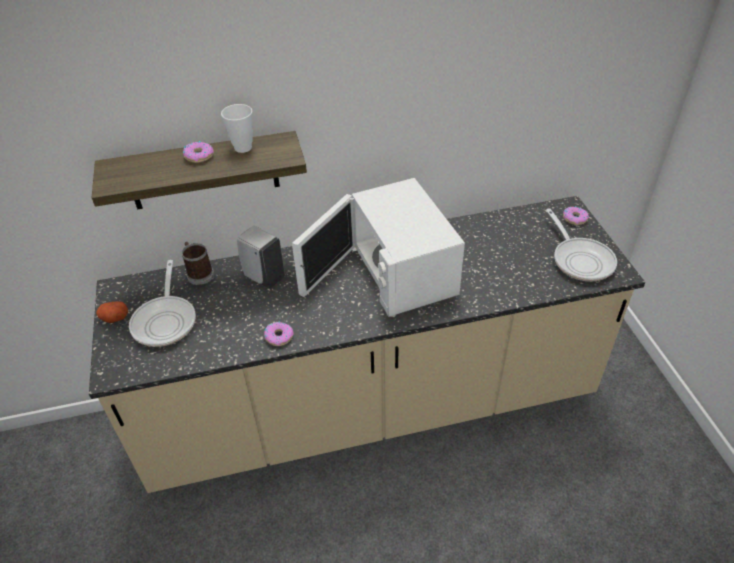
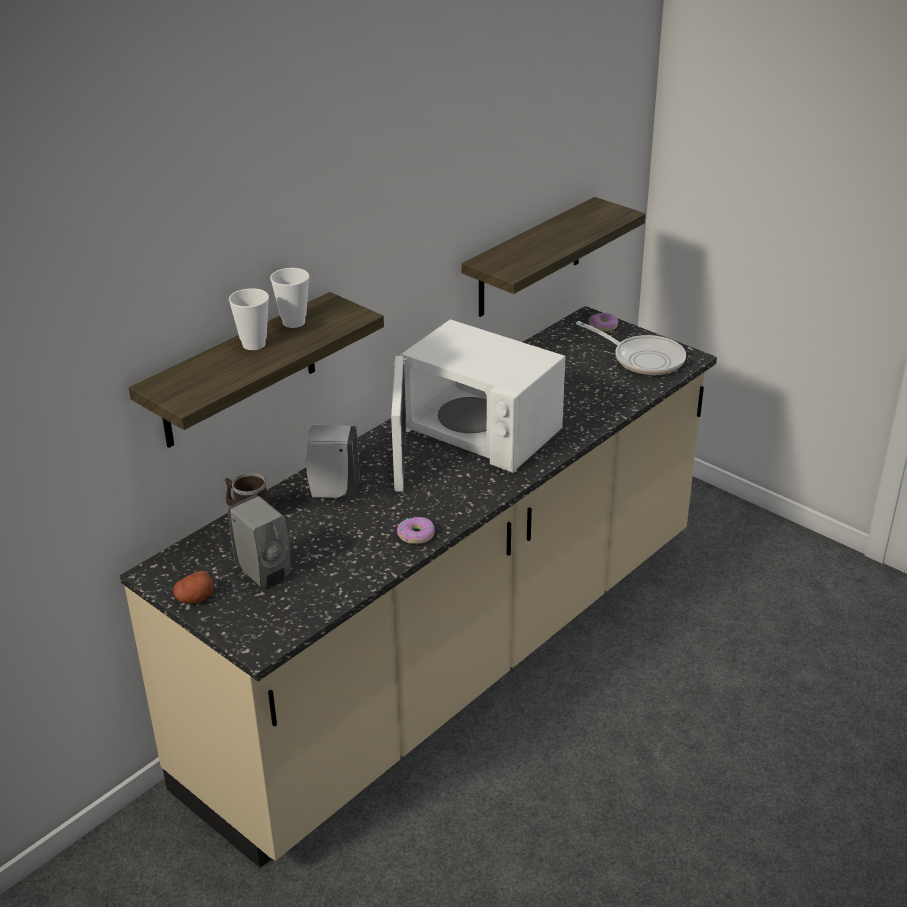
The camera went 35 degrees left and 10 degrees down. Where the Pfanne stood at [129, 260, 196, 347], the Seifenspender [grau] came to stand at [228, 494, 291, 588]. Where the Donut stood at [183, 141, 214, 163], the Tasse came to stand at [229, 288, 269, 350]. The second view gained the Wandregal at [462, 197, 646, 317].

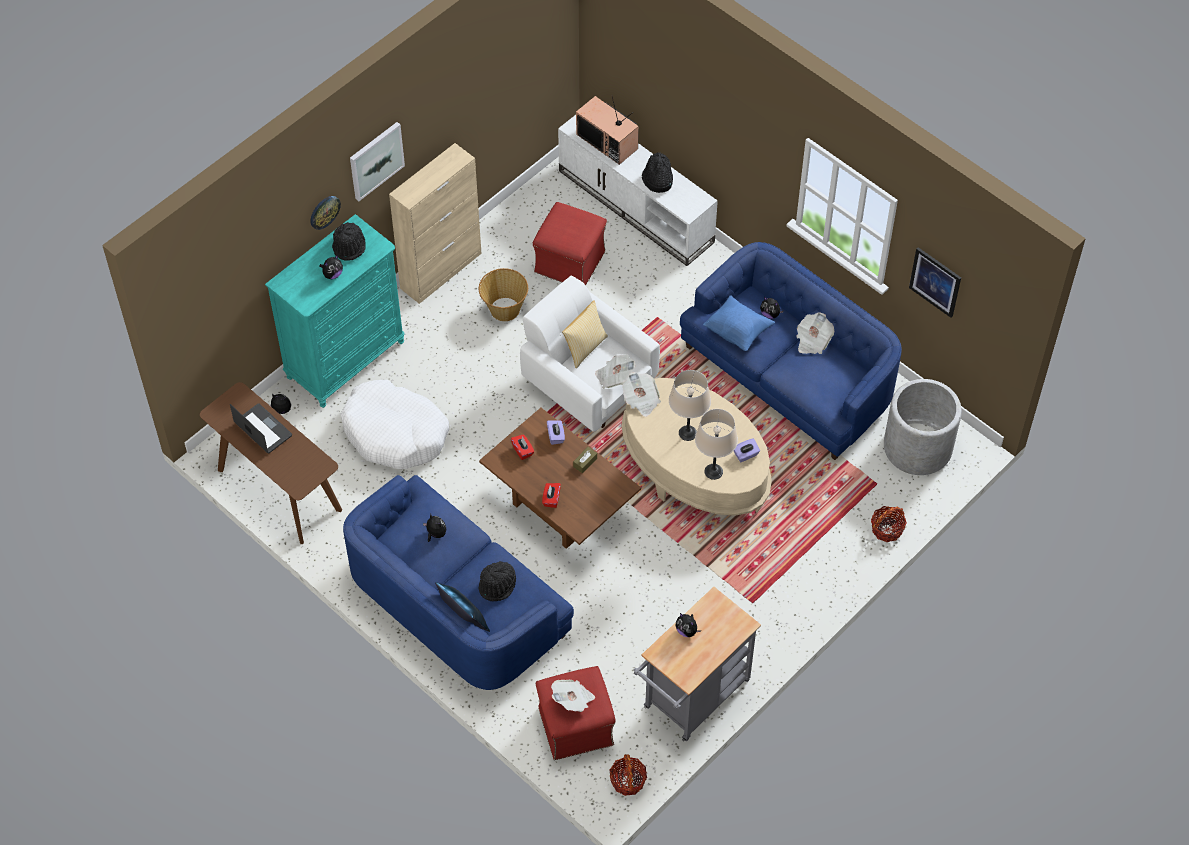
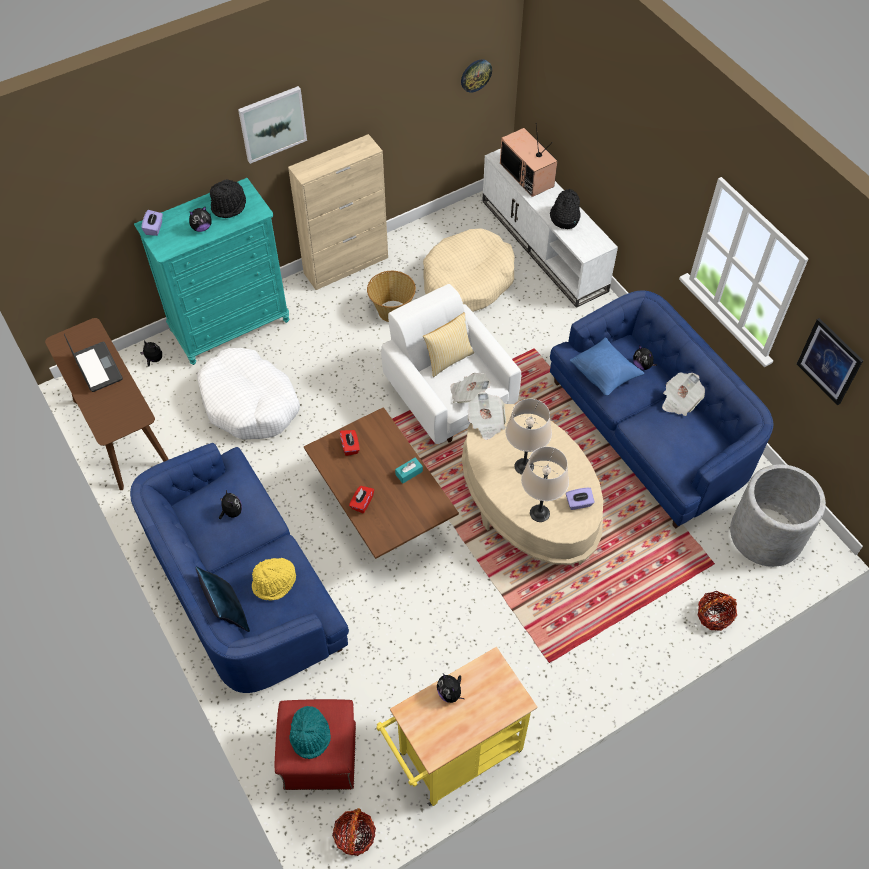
The camera went 15 degrees right and 0 degrees up. The Taschentuchbox [lila] ended up elsewhere, having gone from [547, 420, 565, 445] to [142, 210, 163, 236]. What was the Hut [schwarz] at [478, 561, 516, 601] turned into the Hut [gelb] at [252, 558, 296, 601]. Where the Zeitung stood at [551, 680, 595, 712], the Hut [türkis] came to stand at [289, 706, 331, 759]. What was the Rollwagen [grau] at [633, 587, 761, 741] turned into the Rollwagen [gelb] at [376, 647, 538, 806]. What was the Taschentuchbox [braun] at [573, 447, 597, 473] turned into the Taschentuchbox [türkis] at [395, 457, 423, 484]. Where the Polsterhocker [rot] stood at [533, 202, 607, 285], the Hundebett [beige] came to stand at [423, 228, 515, 312]. The Wanduhr ended up elsewhere, having gone from [310, 196, 341, 230] to [461, 59, 492, 92].

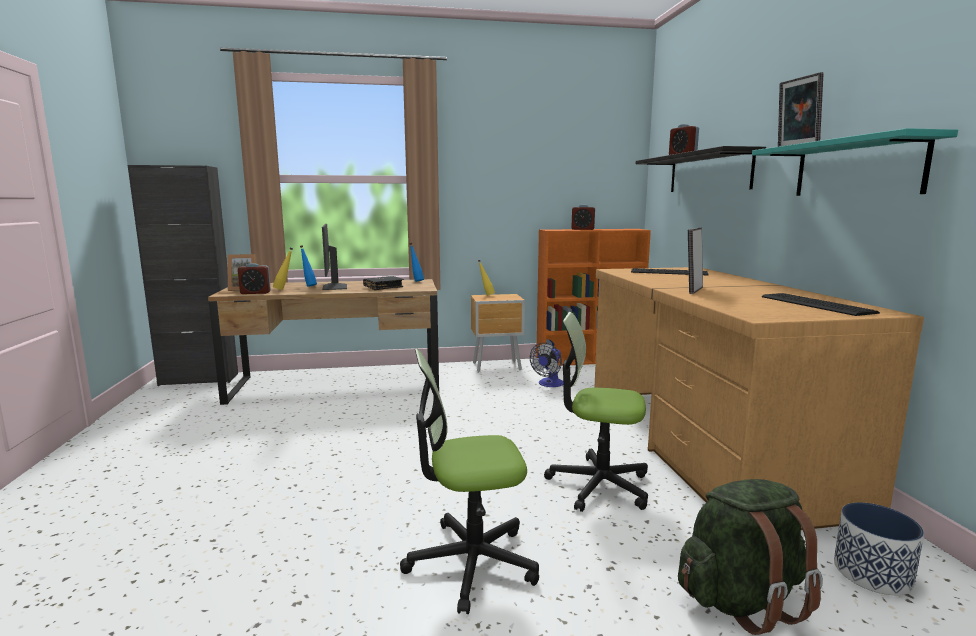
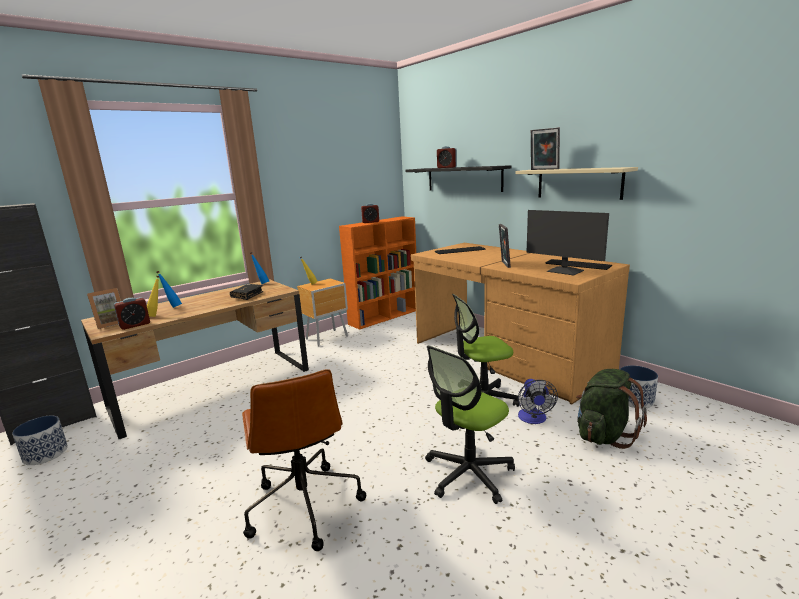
The camera went 30 degrees left and 5 degrees up. The second view gained the Pflanzkübel at [12, 416, 68, 465]. The second view gained the Bürostuhl [braun] at [242, 369, 366, 551]. What was the Wandregal [türkis] at [752, 128, 958, 196] turned into the Wandregal [beige] at [515, 167, 638, 200]. The Ventilator ended up elsewhere, having gone from [530, 343, 563, 387] to [518, 379, 558, 424]. The Monitor ended up elsewhere, having gone from [322, 224, 347, 290] to [526, 210, 609, 275].

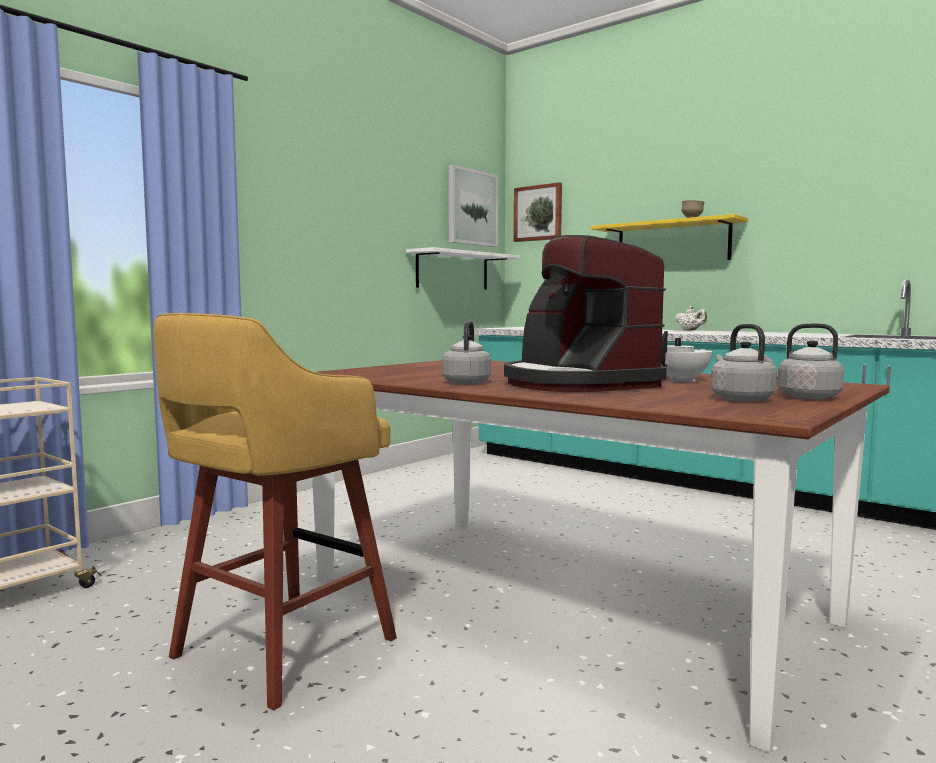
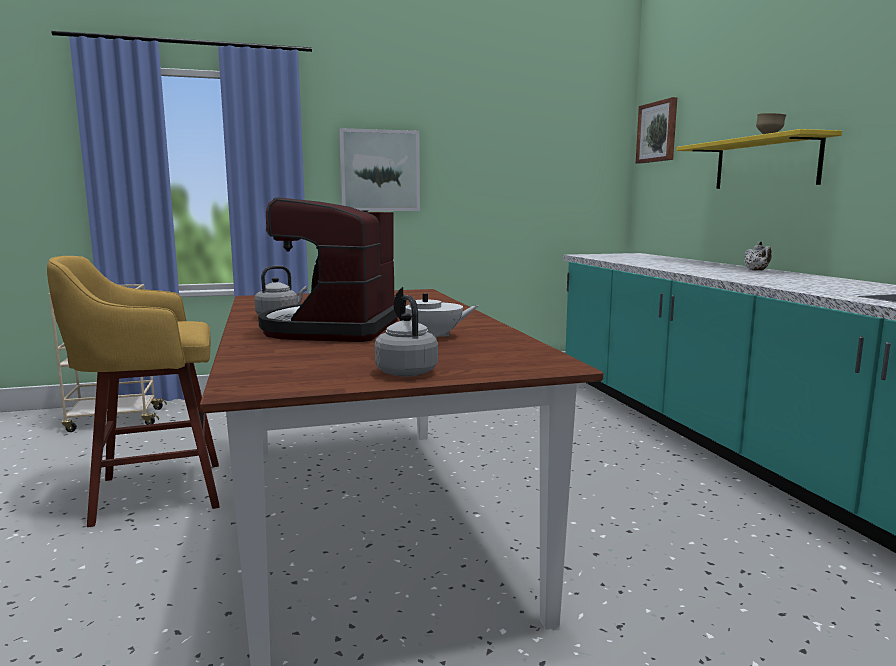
The camera went 35 degrees right and 5 degrees up. The Bild ended up elsewhere, having gone from [449, 165, 499, 247] to [339, 128, 420, 211]. The second view lost the Wandregal [weiß] at [406, 247, 520, 290]. The second view lost the Wasserkessel [grau] at [711, 324, 777, 402].

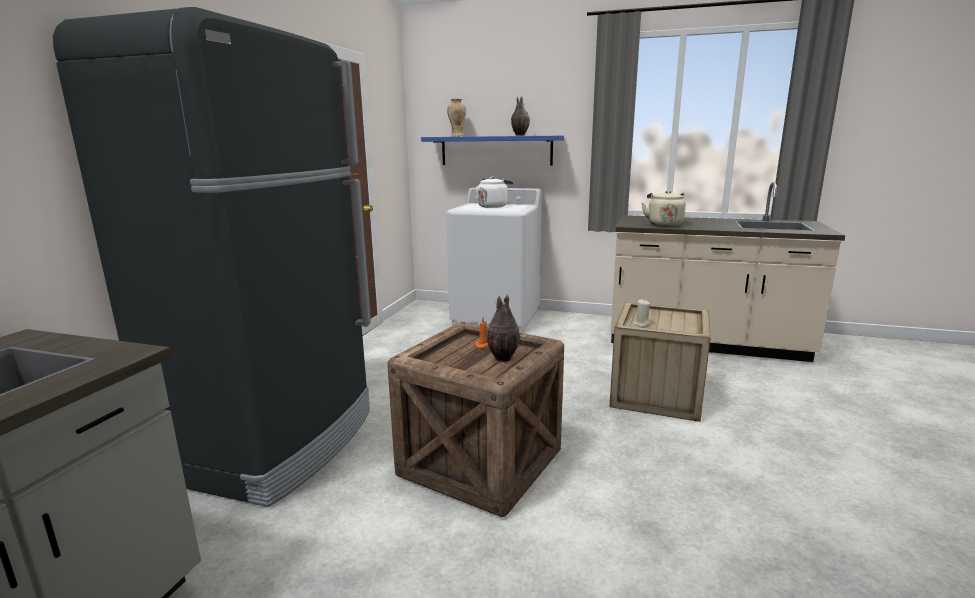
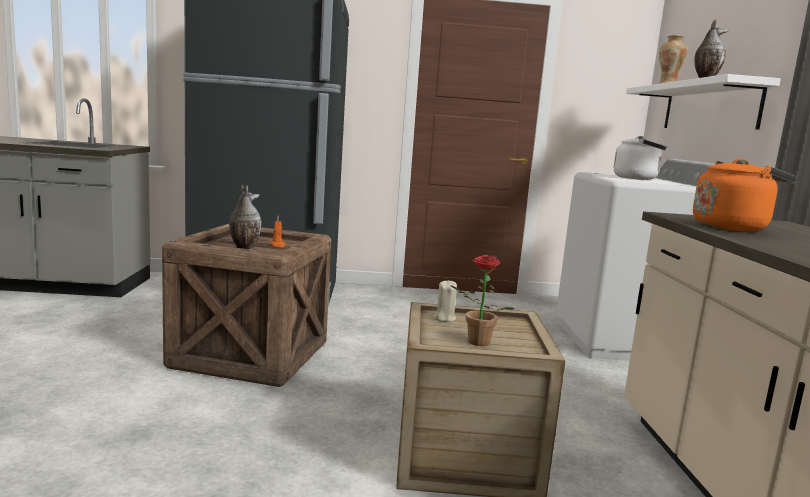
The camera went 70 degrees right and 5 degrees down. The second view gained the Topfpflanze at [450, 255, 514, 346]. What was the Wandregal [blau] at [421, 136, 564, 166] turned into the Wandregal [weiß] at [626, 74, 781, 130]. What was the Wasserkessel [beige] at [642, 190, 686, 226] turned into the Wasserkessel [orange] at [693, 158, 797, 232].

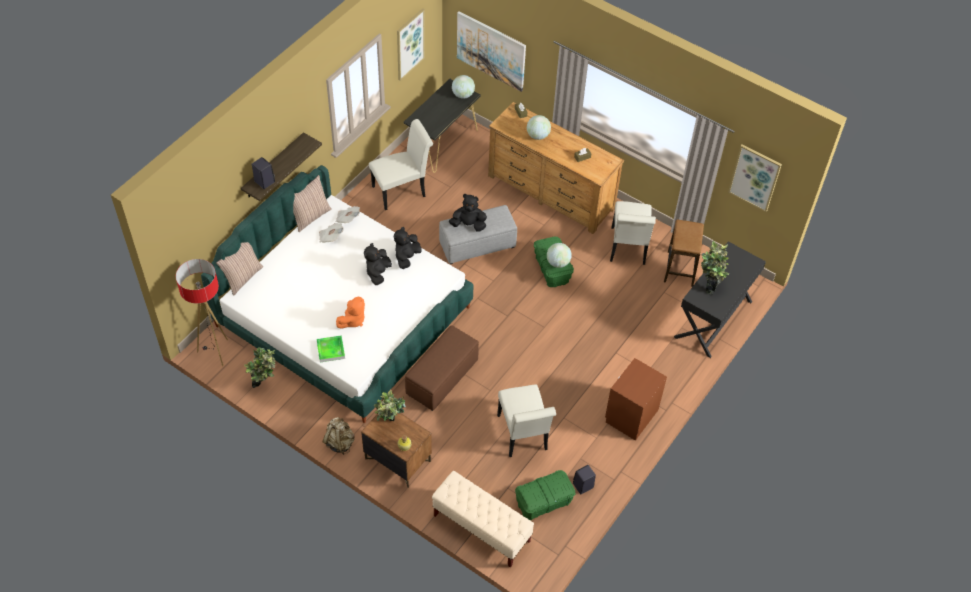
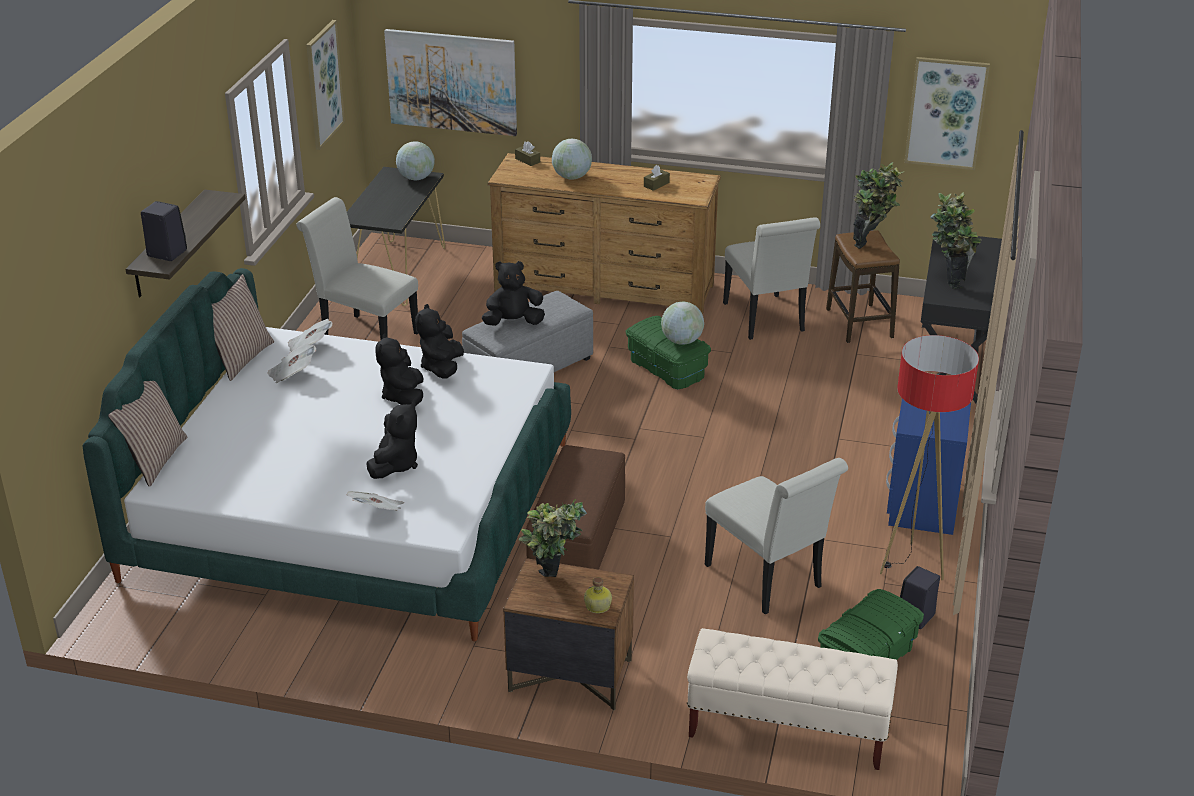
The camera went 20 degrees left and 20 degrees down. The Stuhl [weiß] at [369, 119, 433, 210] ended up facing another way, 105 degrees counterclockwise from before. Where the Tablett stood at [317, 335, 345, 362], the Zeitung came to stand at [346, 491, 404, 511]. What was the Plüschtier [orange] at [336, 296, 365, 329] turned into the Plüschtier [schwarz] at [366, 401, 418, 479]. The Topfpflanze ended up elsewhere, having gone from [244, 347, 275, 388] to [853, 162, 904, 249]. The Stehlampe ended up elsewhere, having gone from [176, 259, 228, 366] to [880, 335, 979, 580]. What was the Nachttisch [braun] at [605, 358, 667, 441] turned into the Nachttisch [blau] at [886, 399, 971, 535]. The second view lost the Rucksack [beige] at [323, 417, 355, 455].

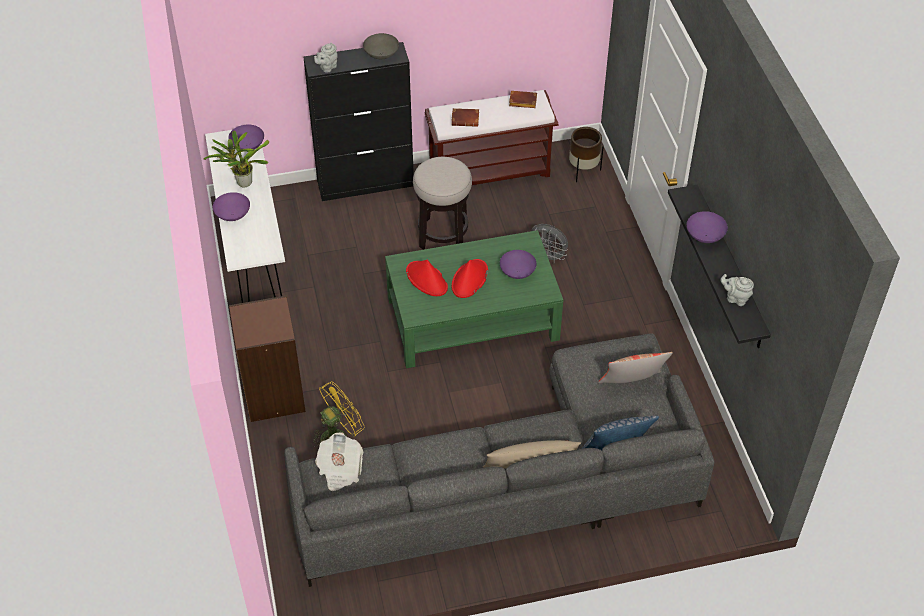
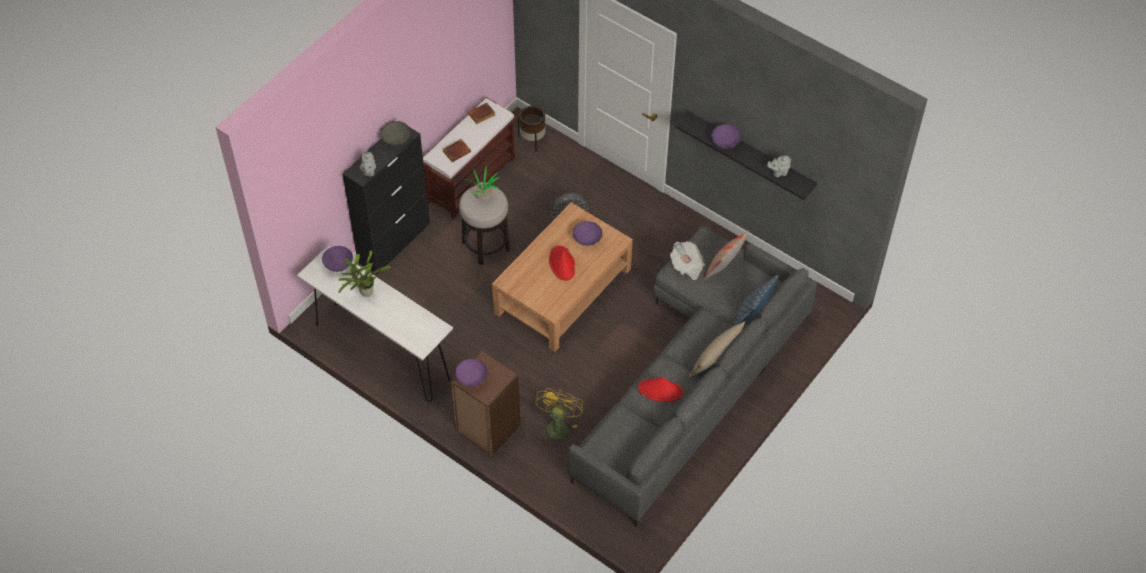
The camera went 40 degrees left and 5 degrees up. The Schüssel [lila] ended up elsewhere, having gone from [213, 192, 250, 221] to [455, 359, 488, 387]. The second view gained the Topfpflanze at [465, 165, 500, 200]. What was the Couchtisch [grün] at [385, 230, 563, 368] turned into the Couchtisch [braun] at [492, 202, 633, 352]. The Hut [rot] ended up elsewhere, having gone from [406, 260, 448, 296] to [638, 377, 683, 402]. The Zeitung ended up elsewhere, having gone from [315, 432, 363, 491] to [670, 241, 705, 280].

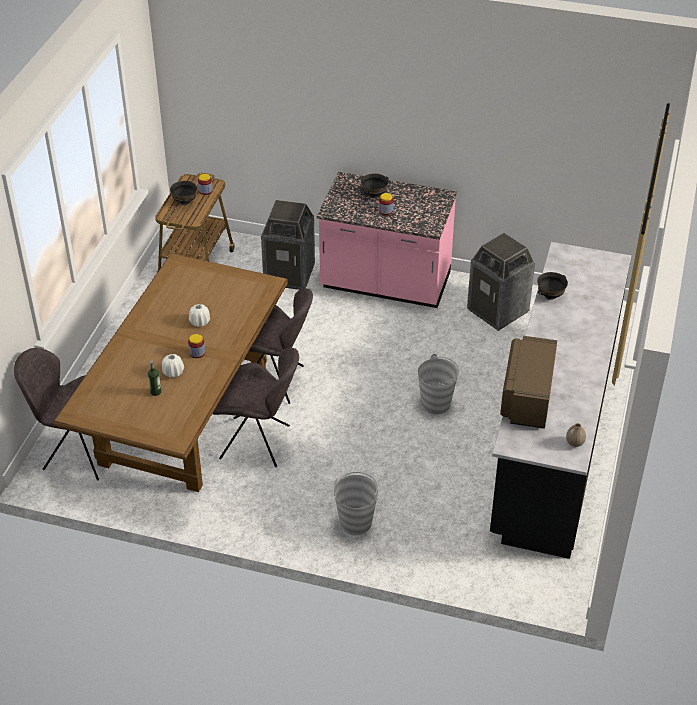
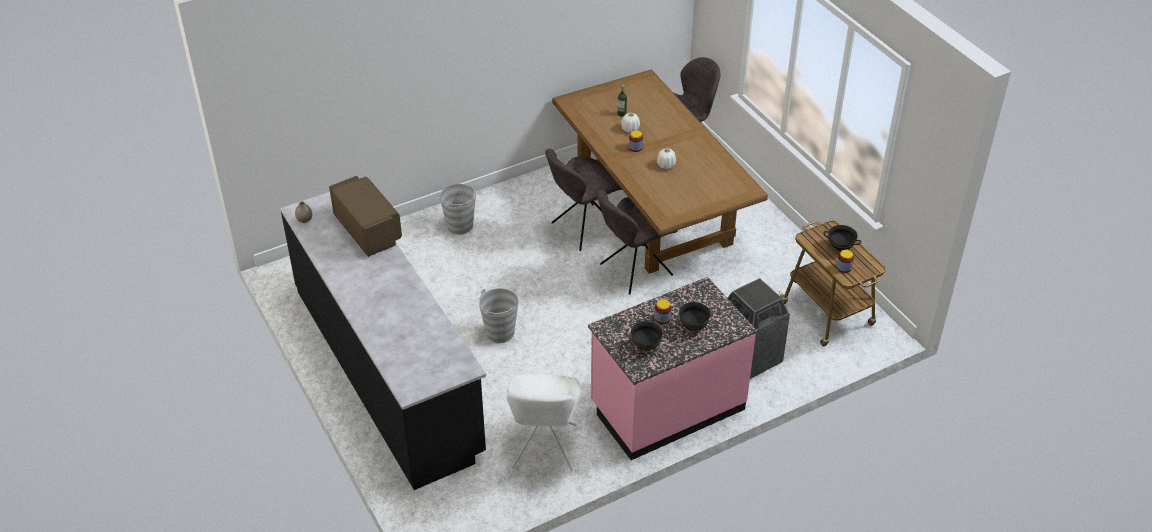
The camera went 135 degrees right and 0 degrees up. Where the Mülleimer stood at [467, 233, 535, 331], the Stuhl [weiß] came to stand at [506, 374, 581, 472]. The Schüssel [schwarz] ended up elsewhere, having gone from [537, 272, 568, 300] to [630, 320, 663, 351].

